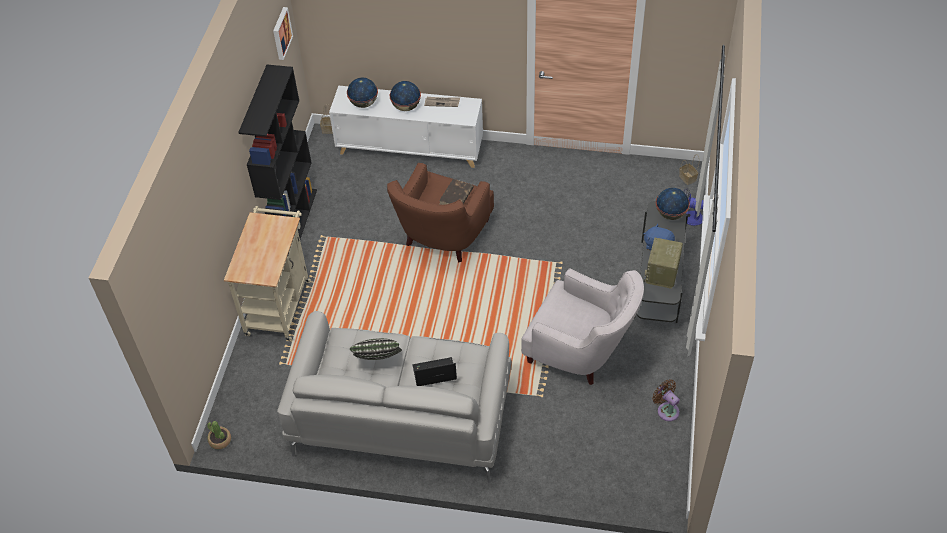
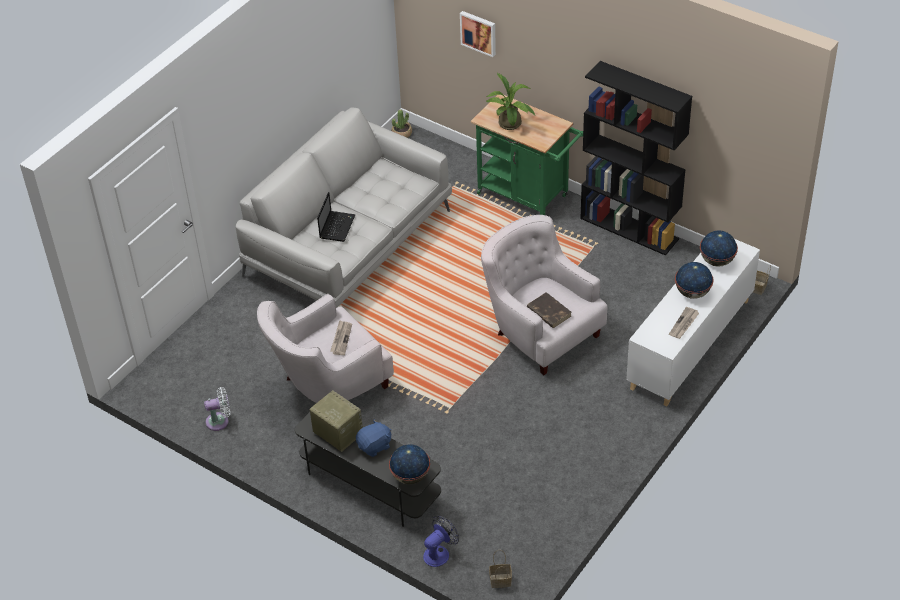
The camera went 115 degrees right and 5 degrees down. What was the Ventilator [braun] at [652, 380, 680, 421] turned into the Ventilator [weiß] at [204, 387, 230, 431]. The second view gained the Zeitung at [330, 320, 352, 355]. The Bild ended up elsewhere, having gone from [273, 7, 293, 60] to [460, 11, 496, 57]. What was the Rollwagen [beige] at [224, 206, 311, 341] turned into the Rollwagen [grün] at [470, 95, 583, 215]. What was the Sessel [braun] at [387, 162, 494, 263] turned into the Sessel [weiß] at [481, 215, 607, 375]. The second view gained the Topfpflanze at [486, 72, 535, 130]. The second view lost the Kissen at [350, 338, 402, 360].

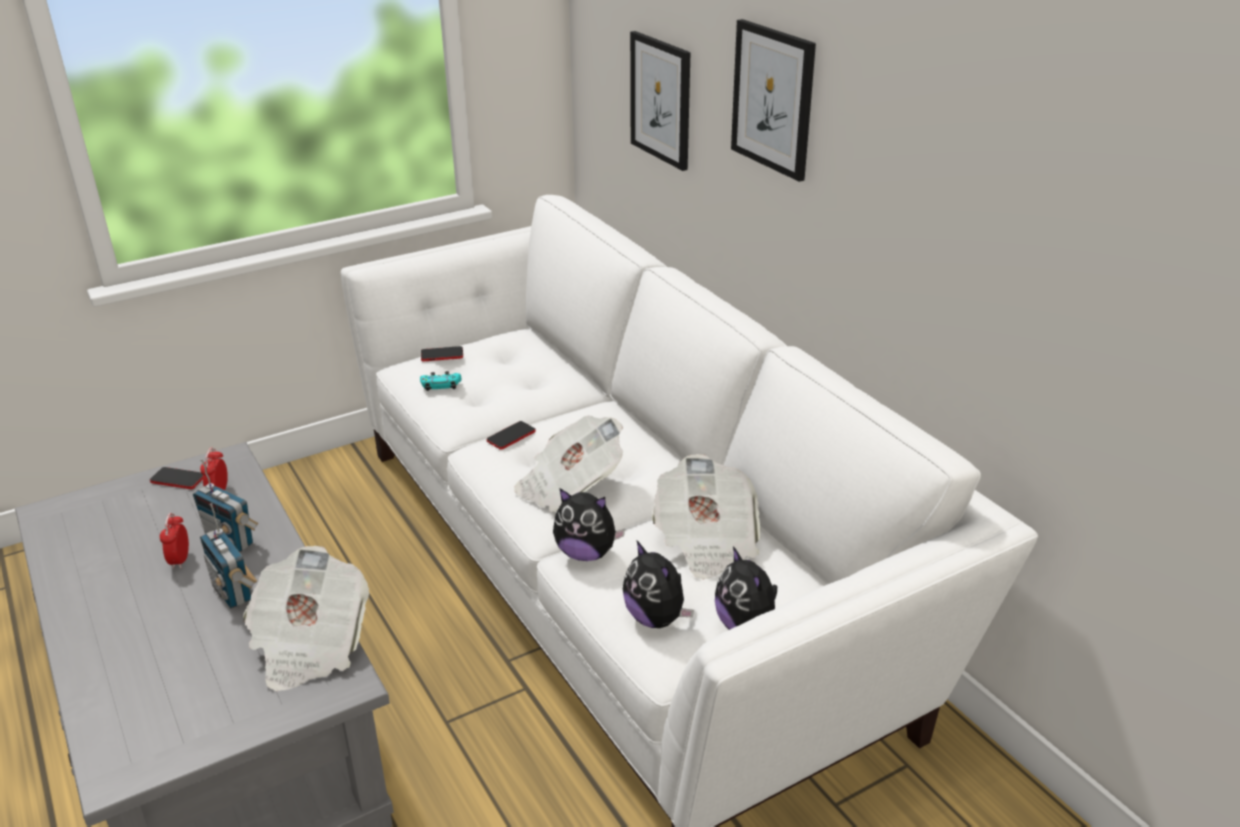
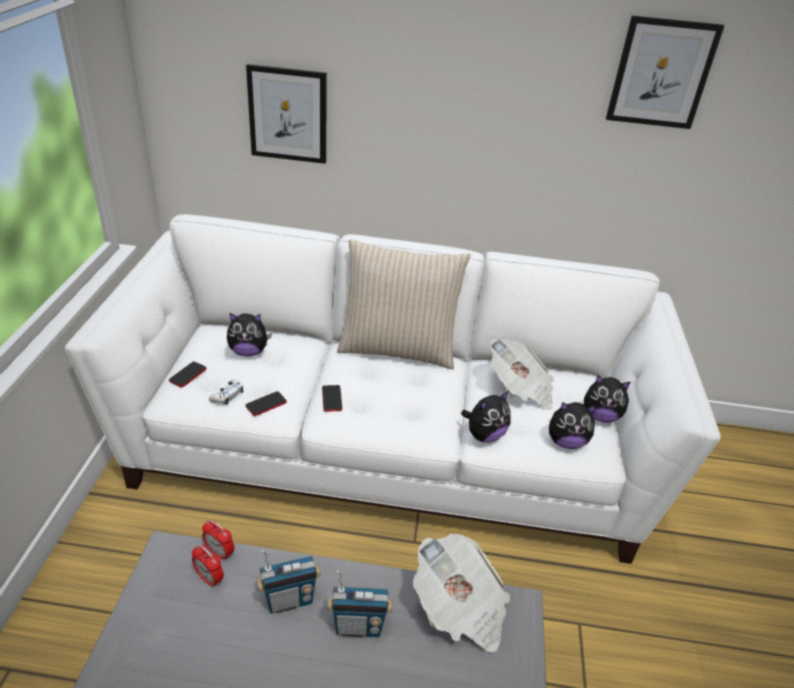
The camera went 55 degrees left and 5 degrees up. The Wecker ended up elsewhere, having gone from [160, 513, 189, 569] to [202, 520, 234, 561]. What was the Gamepad [türkis] at [420, 371, 461, 391] turned into the Gamepad [weiß] at [209, 379, 244, 405]. The second view gained the Plüschtier at [227, 313, 272, 357]. The Handy ended up elsewhere, having gone from [150, 467, 203, 489] to [246, 391, 287, 416]. The second view gained the Kissen [beige] at [337, 239, 471, 369]. The Bild ended up elsewhere, having gone from [731, 19, 816, 182] to [606, 16, 724, 129]. The second view lost the Zeitung at [515, 415, 623, 512].

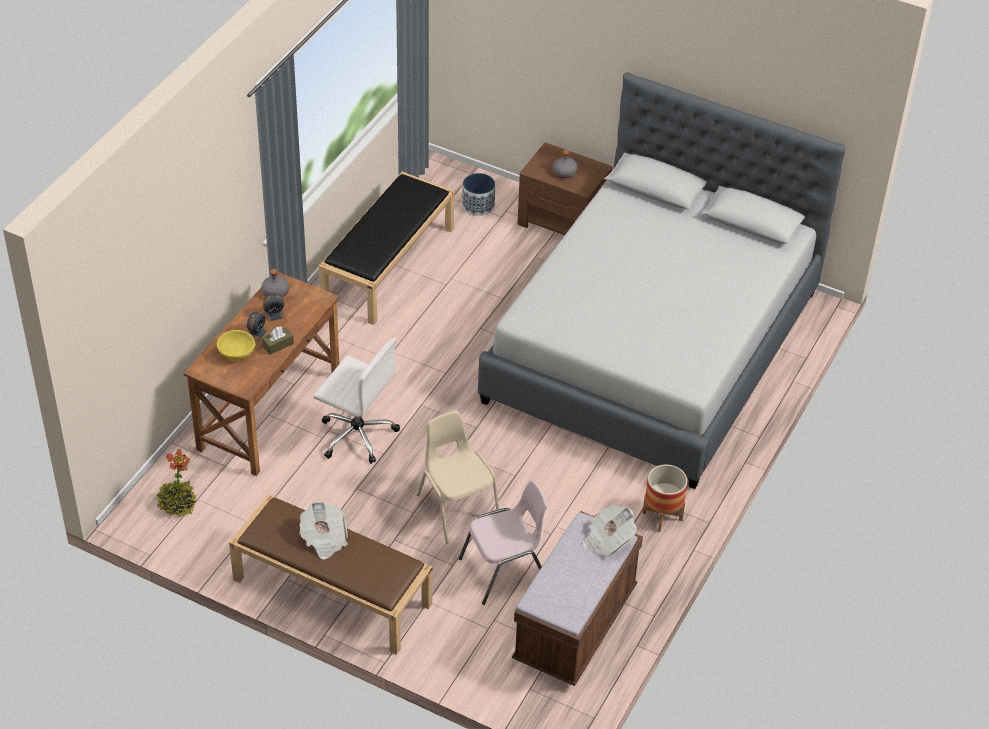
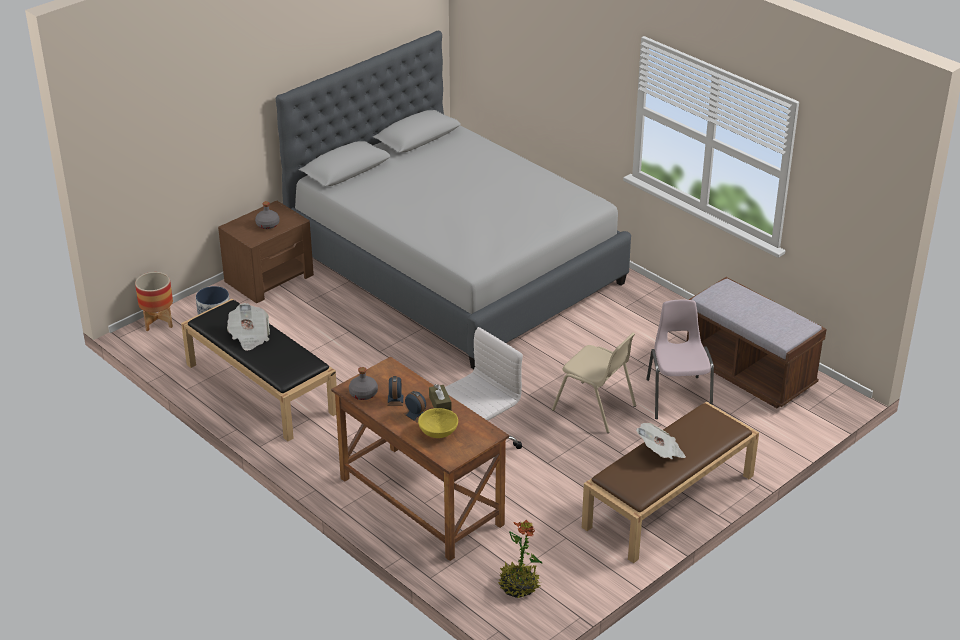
The camera went 70 degrees left and 10 degrees down. The Pflanzkübel ended up elsewhere, having gone from [642, 465, 687, 532] to [135, 272, 173, 331]. The Zeitung ended up elsewhere, having gone from [582, 504, 637, 558] to [227, 303, 270, 351]. The Stuhl [beige] at [417, 411, 499, 543] ended up facing another way, 135 degrees counterclockwise from before.

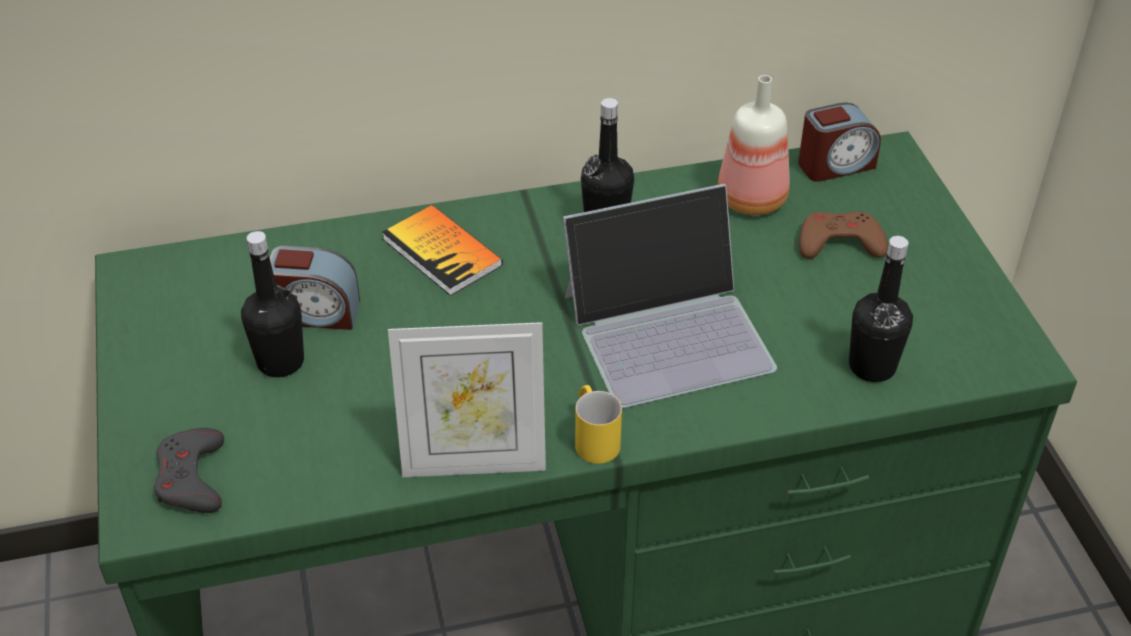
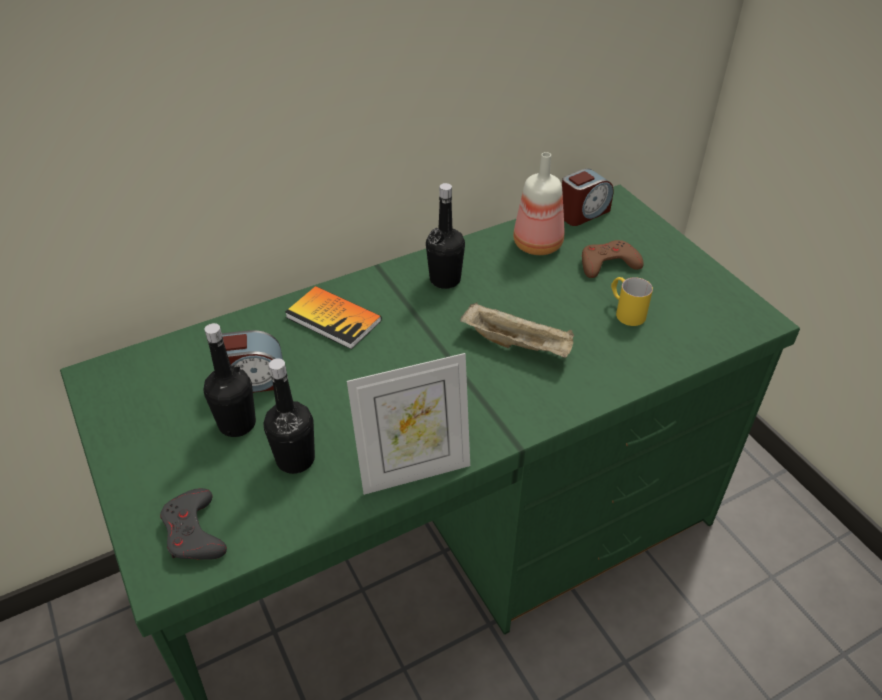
The camera went 15 degrees left and 0 degrees up. The Flasche [schwarz] ended up elsewhere, having gone from [849, 236, 913, 382] to [263, 358, 315, 474]. Where the Laptop stood at [563, 184, 777, 408], the Tablett [beige] came to stand at [460, 303, 574, 358]. The Henkelbecher [gelb] ended up elsewhere, having gone from [575, 385, 622, 464] to [611, 277, 653, 326].

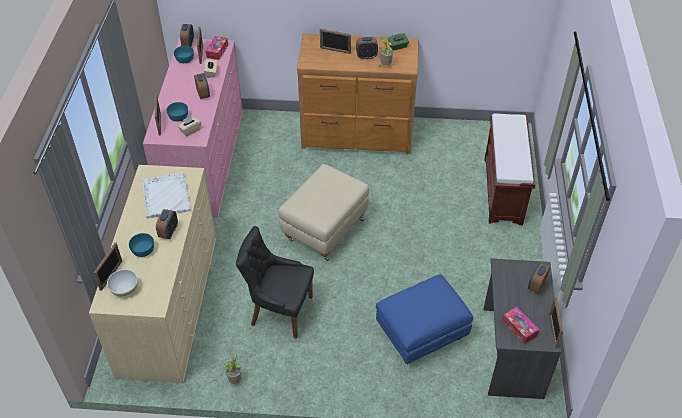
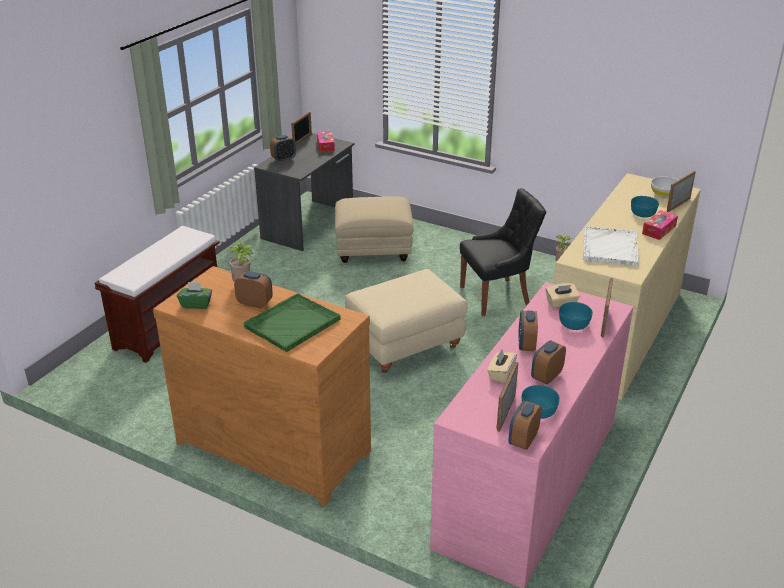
The camera went 155 degrees left and 15 degrees down. Where the Bilderrahmen stood at [320, 29, 351, 54], the Tablett [grün] came to stand at [244, 293, 341, 352]. What was the Polsterhocker [blau] at [376, 274, 473, 364] turned into the Polsterhocker [beige] at [335, 197, 414, 263]. The Stuhl [schwarz] at [236, 226, 314, 339] ended up facing another way, 60 degrees counterclockwise from before. The Wecker ended up elsewhere, having gone from [156, 209, 178, 239] to [531, 340, 566, 384]. The Taschentuchbox ended up elsewhere, having gone from [206, 36, 228, 60] to [642, 210, 678, 240].

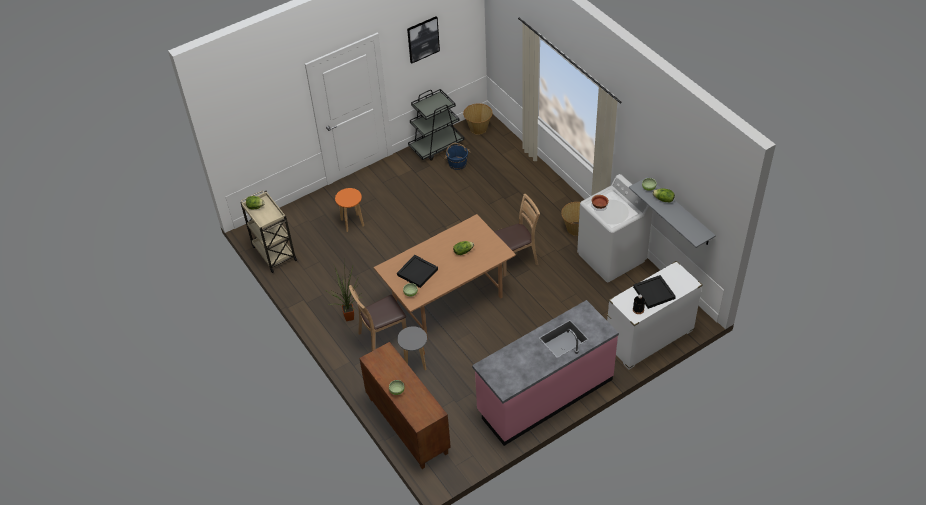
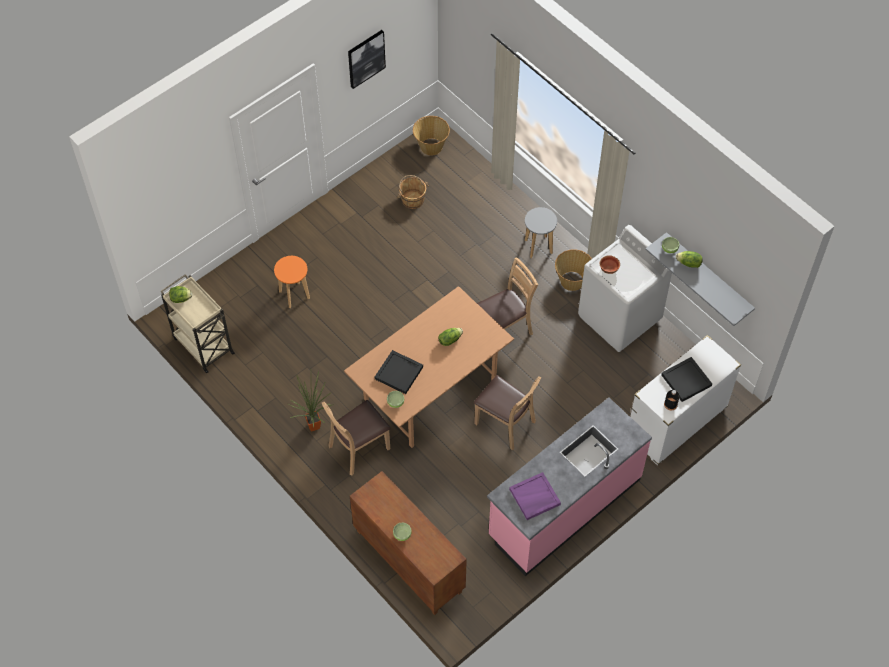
The camera went 10 degrees left and 10 degrees up. What was the Eimer [blau] at [444, 143, 471, 170] turned into the Eimer [braun] at [397, 175, 429, 209]. The second view gained the Stuhl [braun] at [474, 375, 541, 450]. The second view gained the Tablett [lila] at [509, 472, 561, 520]. The Hocker [grau] ended up elsewhere, having gone from [397, 326, 427, 371] to [525, 207, 557, 258]. The second view lost the Rollwagen [schwarz] at [408, 89, 464, 161].

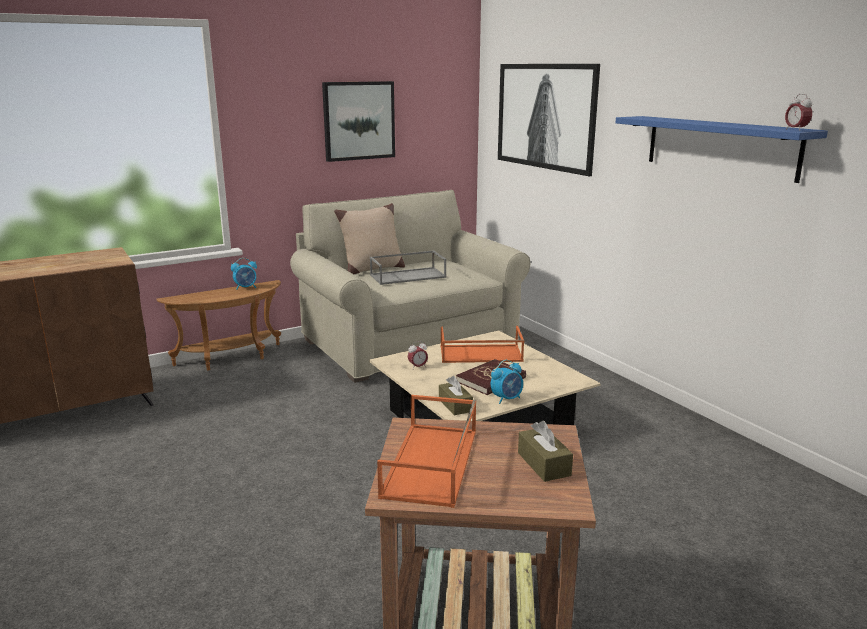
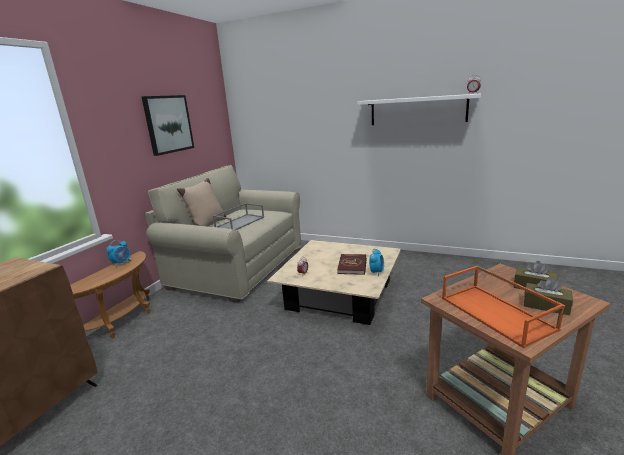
The camera went 35 degrees left and 0 degrees up. What was the Wandregal [blau] at [616, 116, 828, 183] turned into the Wandregal [weiß] at [357, 93, 481, 125]. The Taschentuchbox [braun] ended up elsewhere, having gone from [439, 376, 473, 415] to [524, 277, 573, 315]. The second view lost the Tablett [orange] at [441, 326, 524, 363]. The second view lost the Bild at [498, 64, 600, 176].

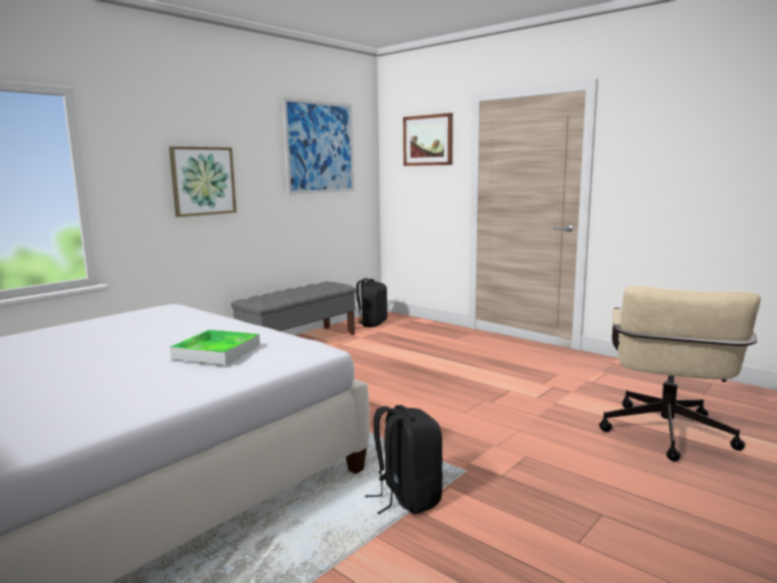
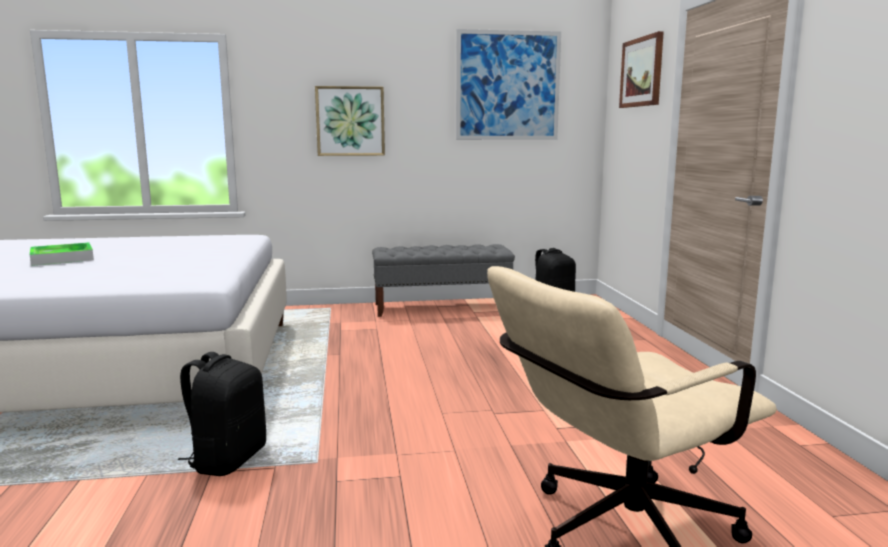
The camera went 40 degrees right and 0 degrees up. The Tablett ended up elsewhere, having gone from [170, 330, 260, 365] to [30, 242, 94, 266].

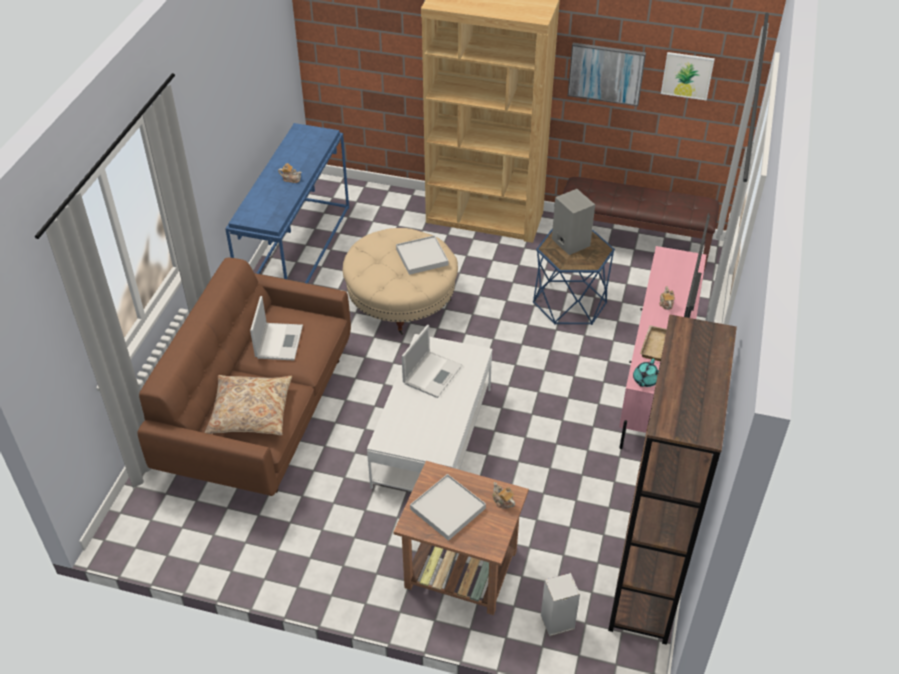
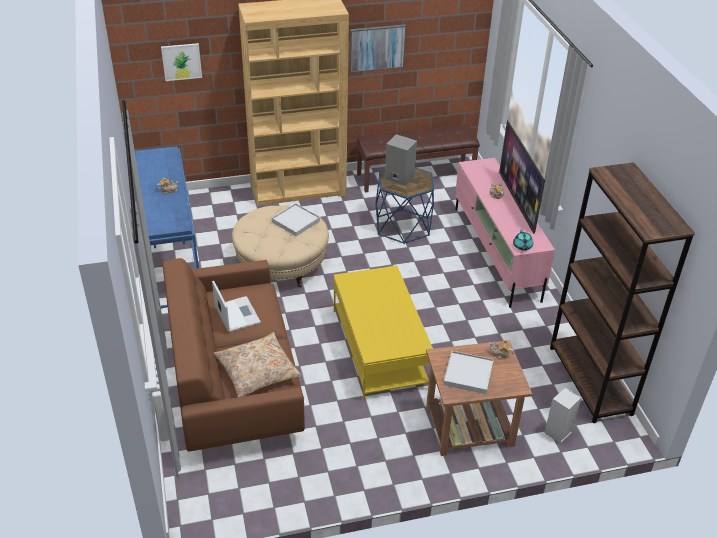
The camera went 30 degrees left and 5 degrees down. The Bild ended up elsewhere, having gone from [661, 52, 715, 101] to [161, 43, 202, 81]. What was the Couchtisch [weiß] at [367, 334, 492, 491] turned into the Couchtisch [gelb] at [334, 266, 433, 400]. The second view lost the Laptop at [402, 325, 462, 398]. The second view lost the Tablett [beige] at [640, 325, 667, 361].

